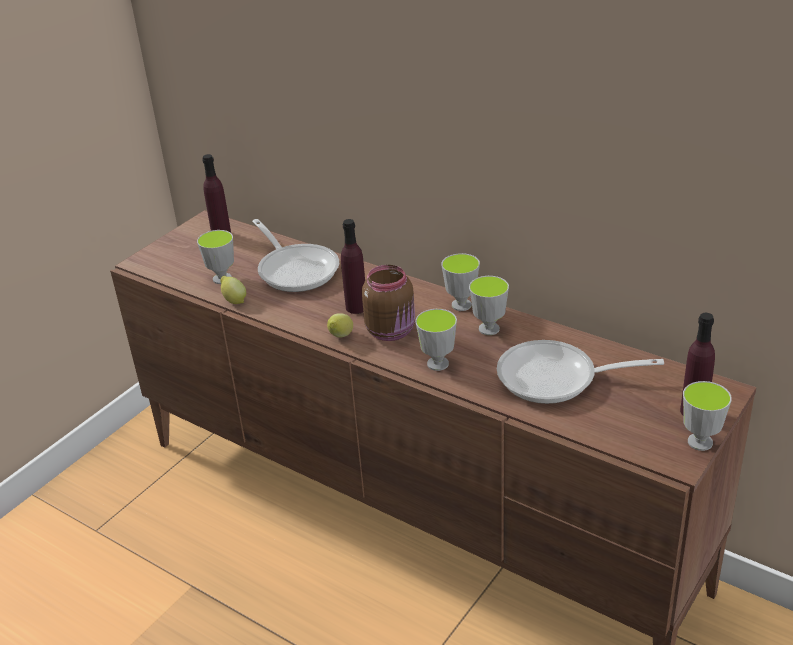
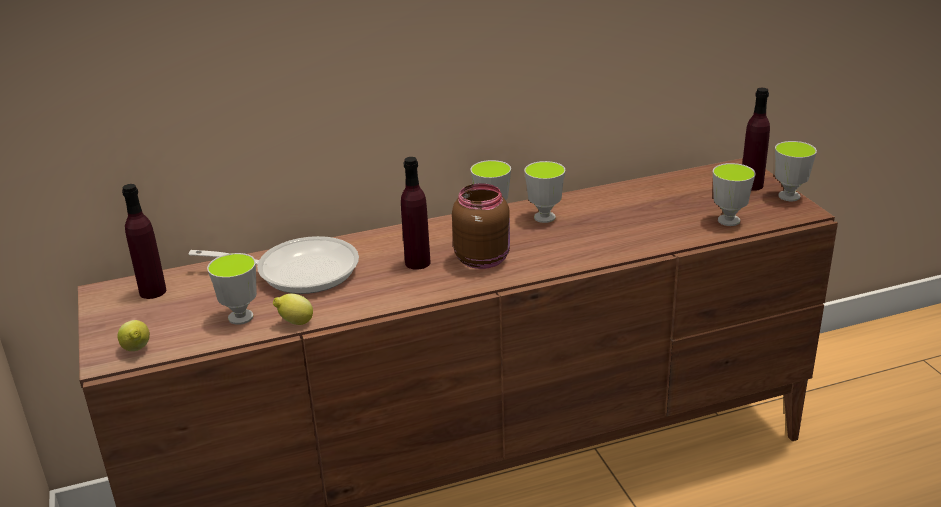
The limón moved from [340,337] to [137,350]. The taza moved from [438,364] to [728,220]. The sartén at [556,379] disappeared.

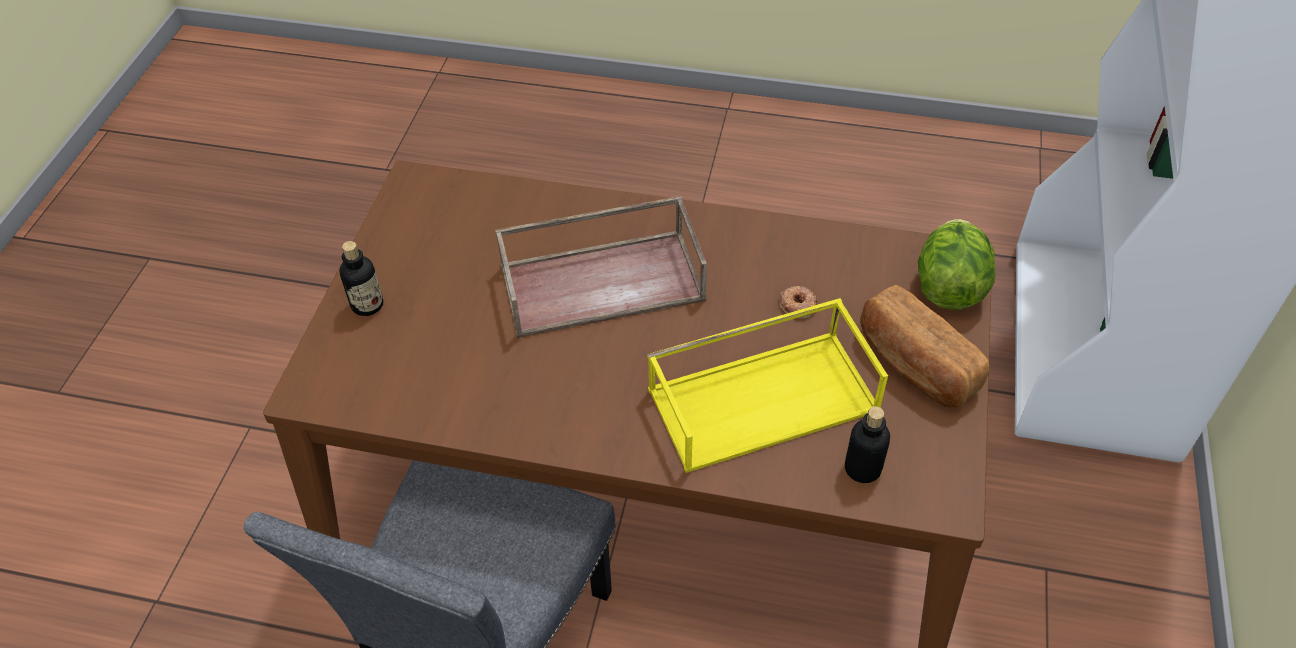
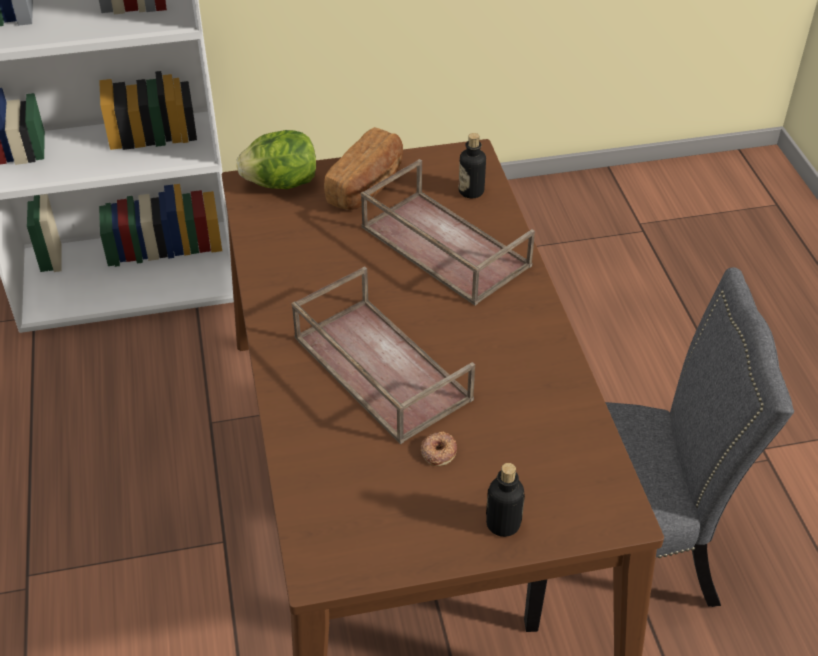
The bandeja (amarillo) at [764,398] became the bandeja (marrón) at [442,246]. The rosquilla moved from [798,304] to [438,451].

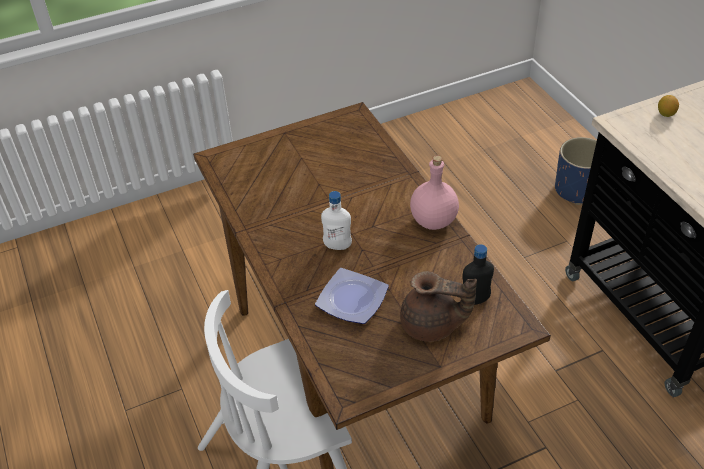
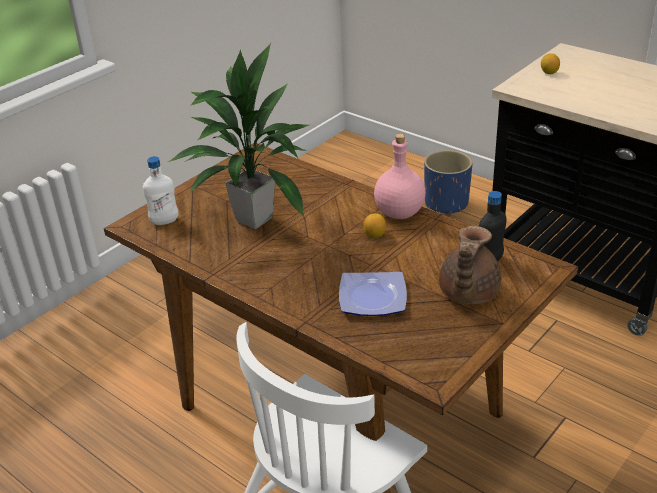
The botella (blanco) moved from [337,246] to [164,221]. The tetera (marrón) at [432,326] turned 120 degrees clockwise. The planta en maceta at [252,220] appeared. The limón at [374,235] appeared.

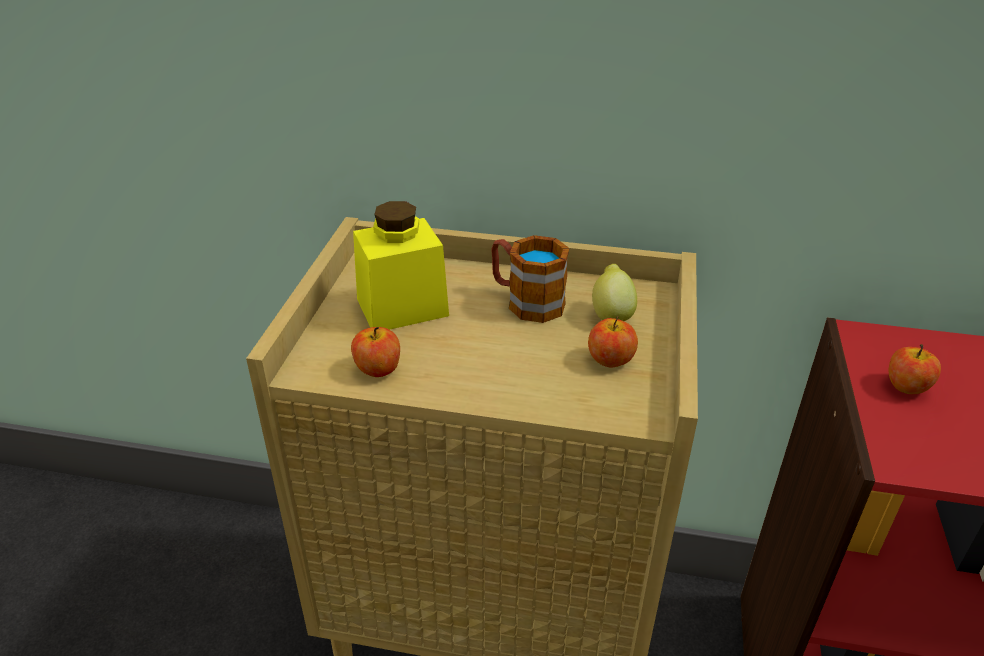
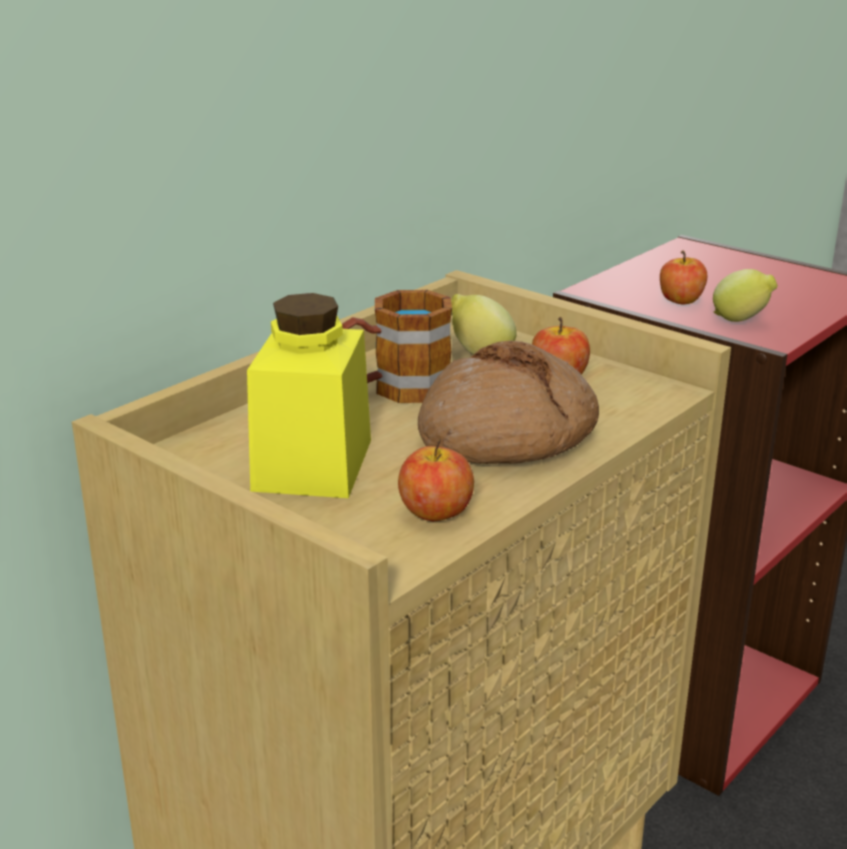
The pan at [507,435] appeared. The limón at [741,321] appeared.

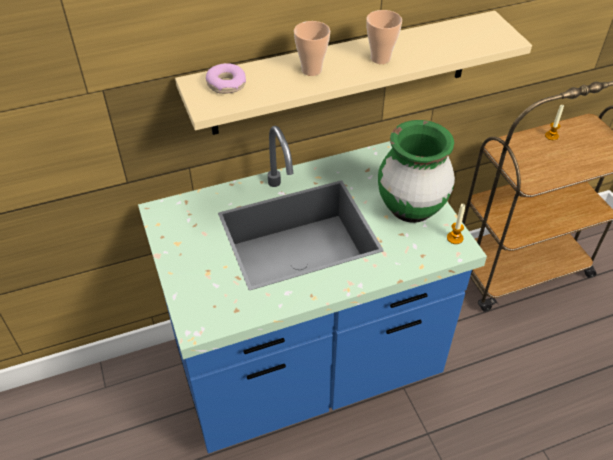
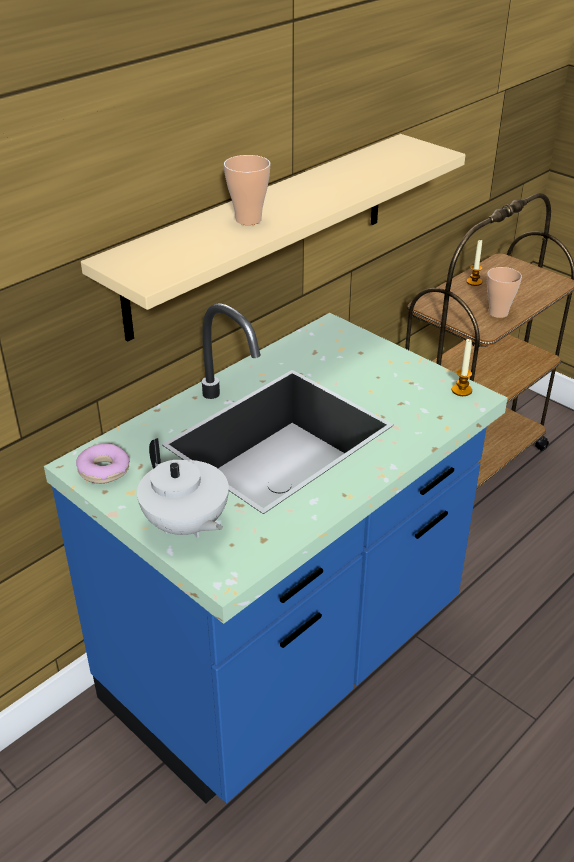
The rosquilla moved from [226,84] to [104,470]. The taza moved from [380,58] to [498,313]. The florero (verde) at [410,208] disappeared. The tetera (blanco) at [186,525] appeared.

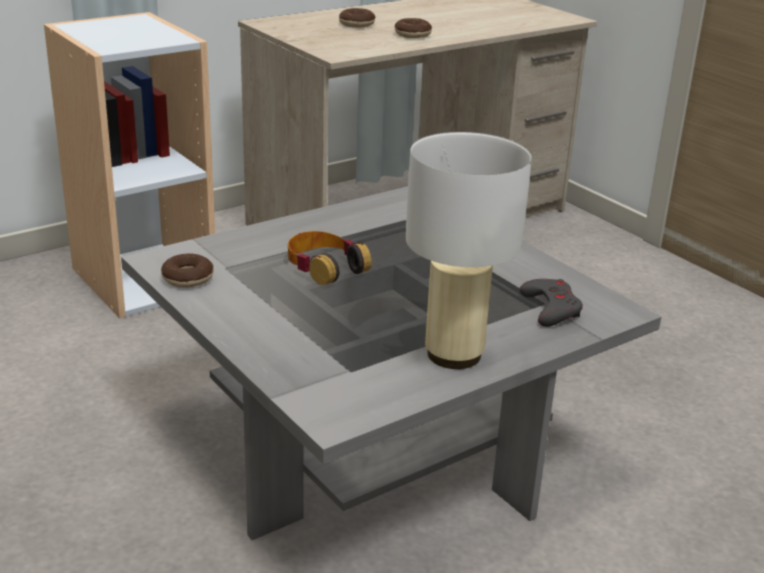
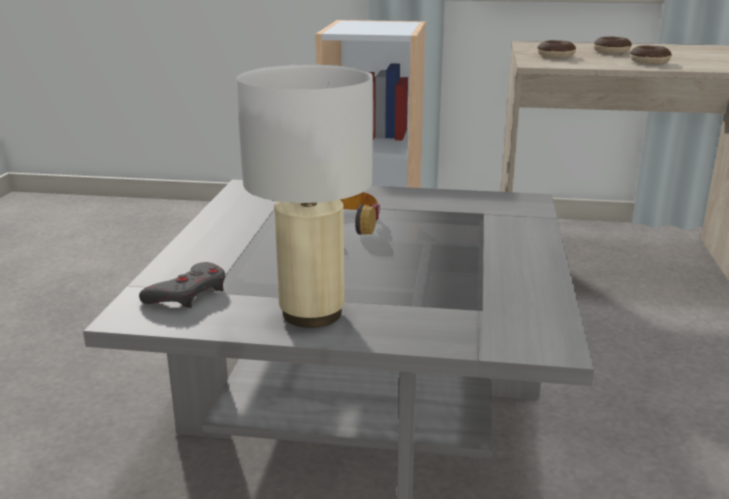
The rosquilla moved from [187,278] to [555,56]. The mando de consola (gris) moved from [551,308] to [188,293].

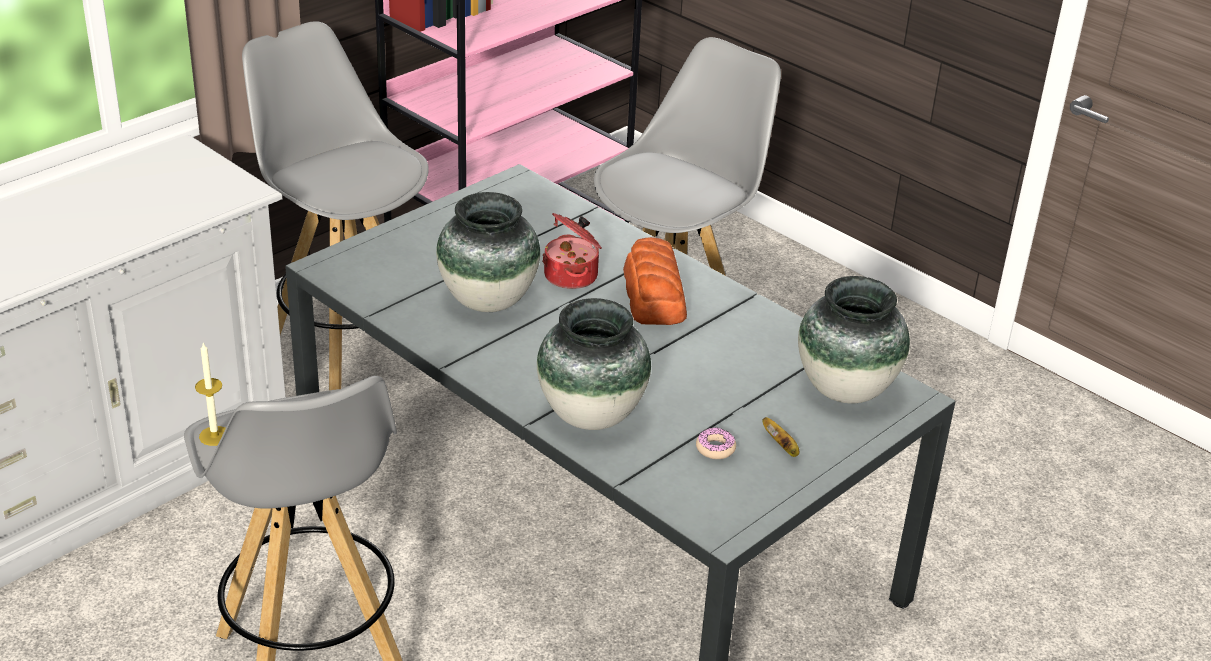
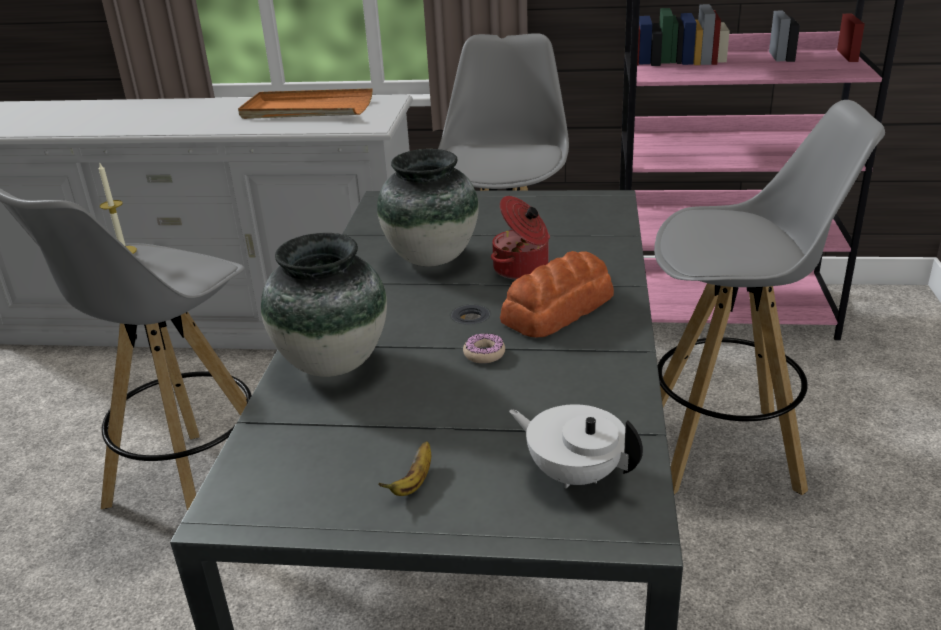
The rosquilla moved from [715,448] to [484,354]. The florero at [844,389] was replaced by the tetera (blanco) at [574,473]. The bandeja (naranja) at [306,109] appeared.

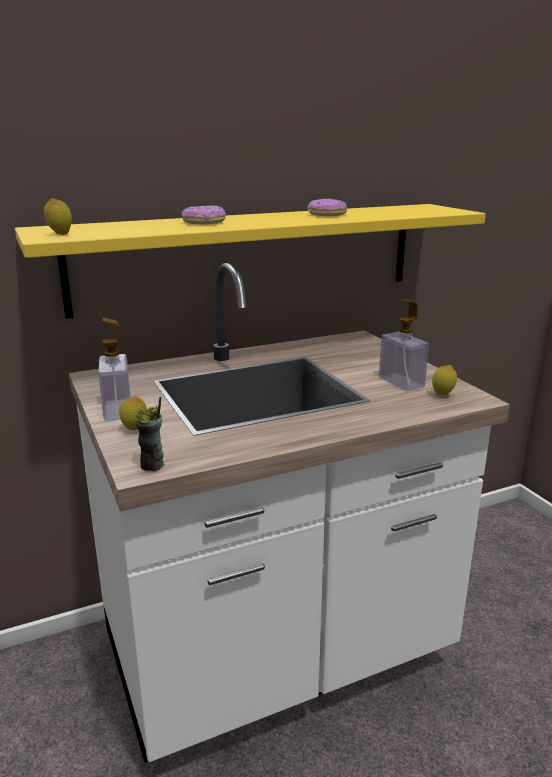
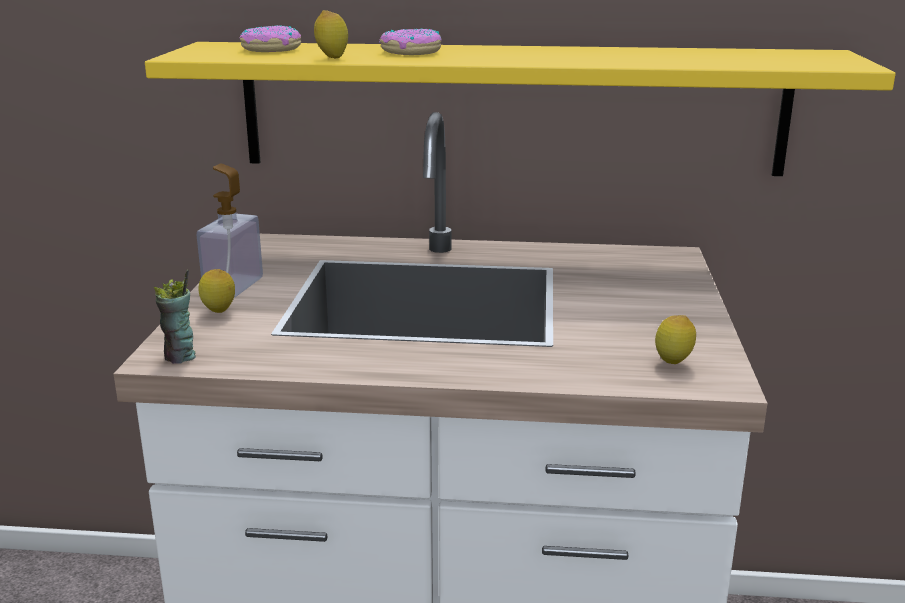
The limón moved from [60,234] to [332,58]. The rosquilla moved from [327,214] to [271,49]. The dispensador de jabón at [401,382] disappeared.

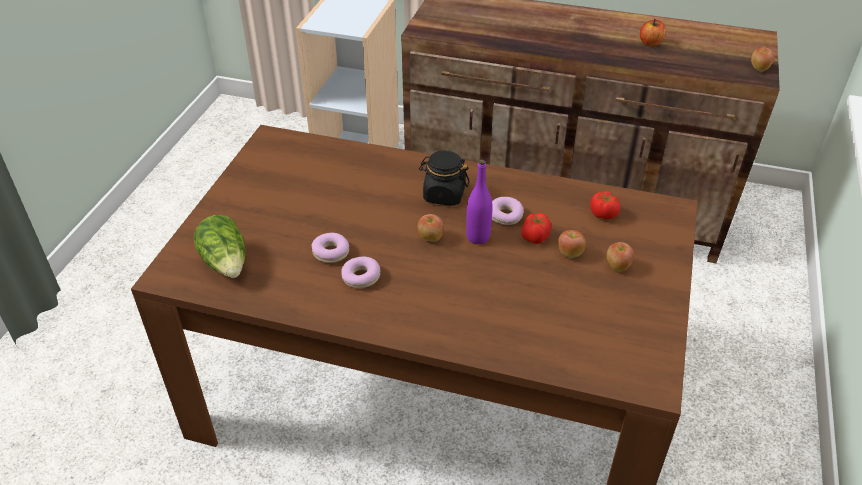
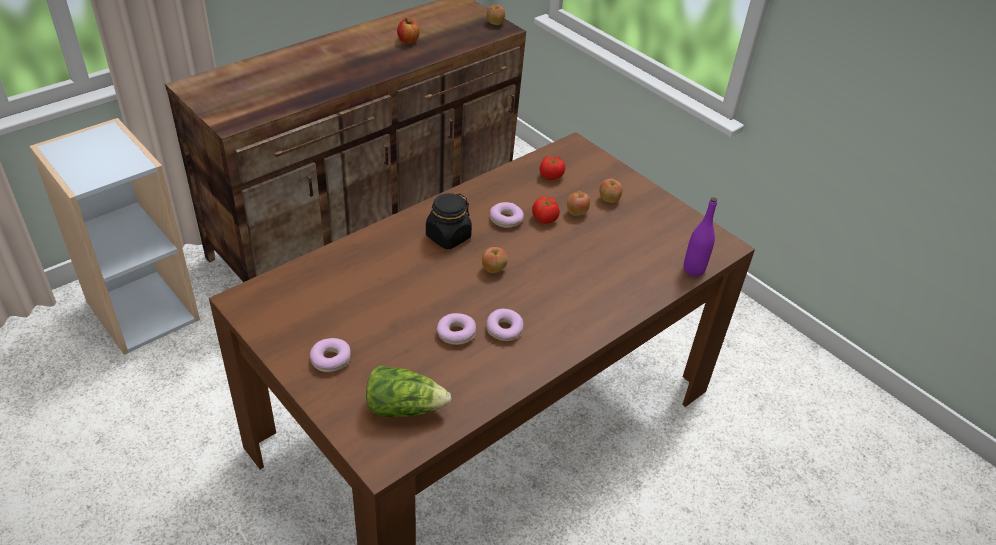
The botella (morado) moved from [478,237] to [693,269]. The rosquilla at [331,359] appeared.

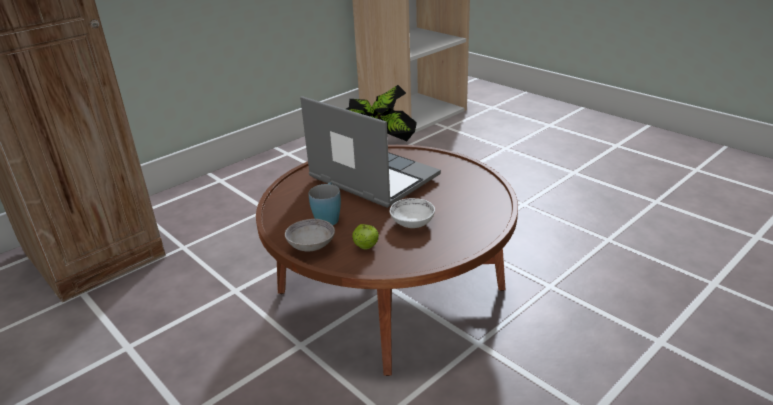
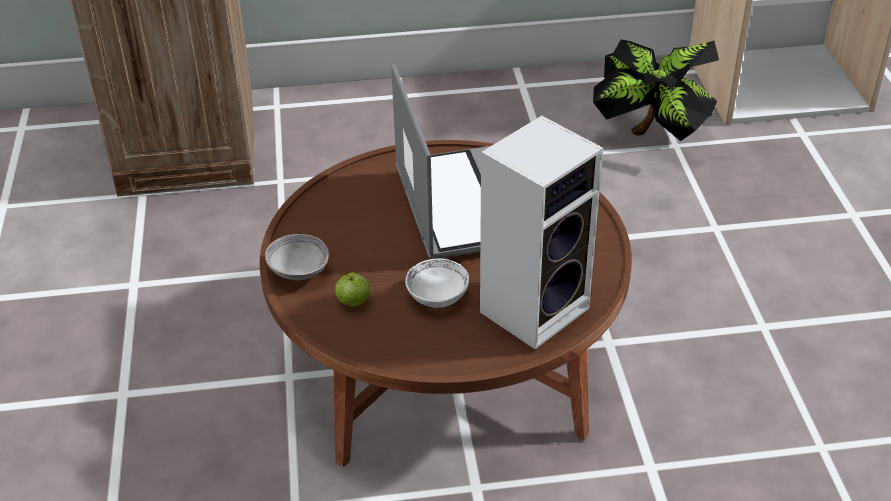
The taza grande (azul) at [328,217] disappeared. The altavoz at [535,307] appeared.

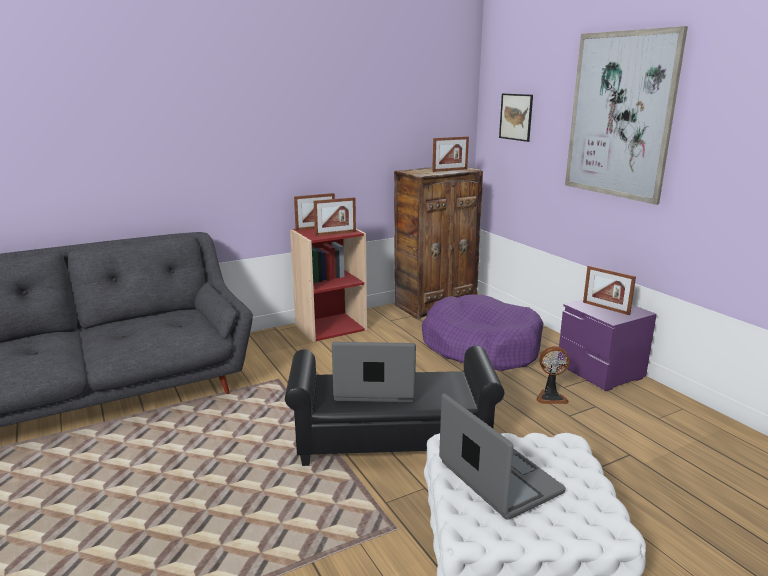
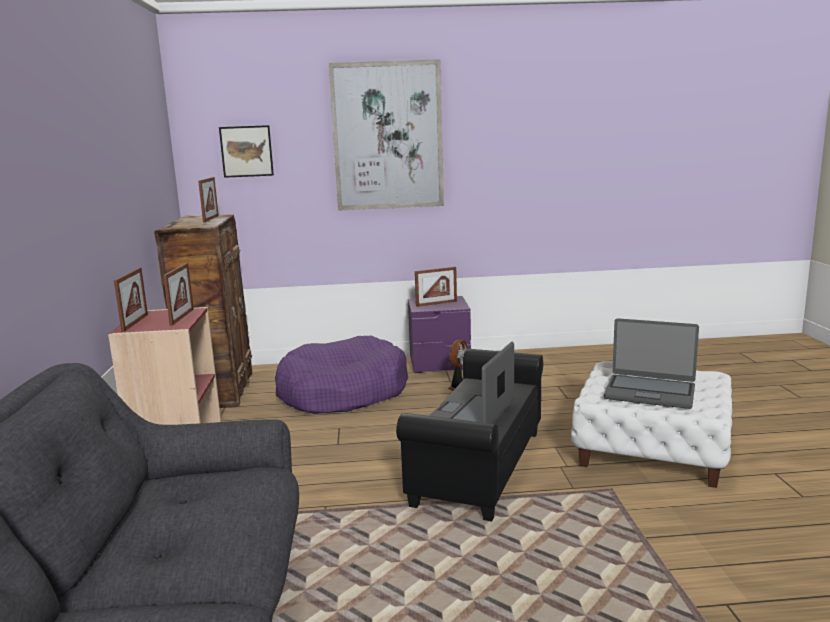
The portátil at [498,478] turned 150 degrees counterclockwise.

